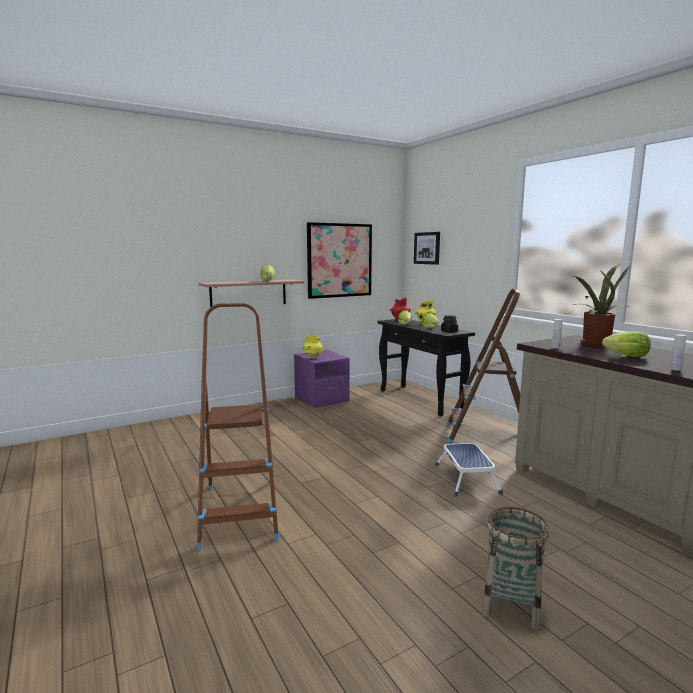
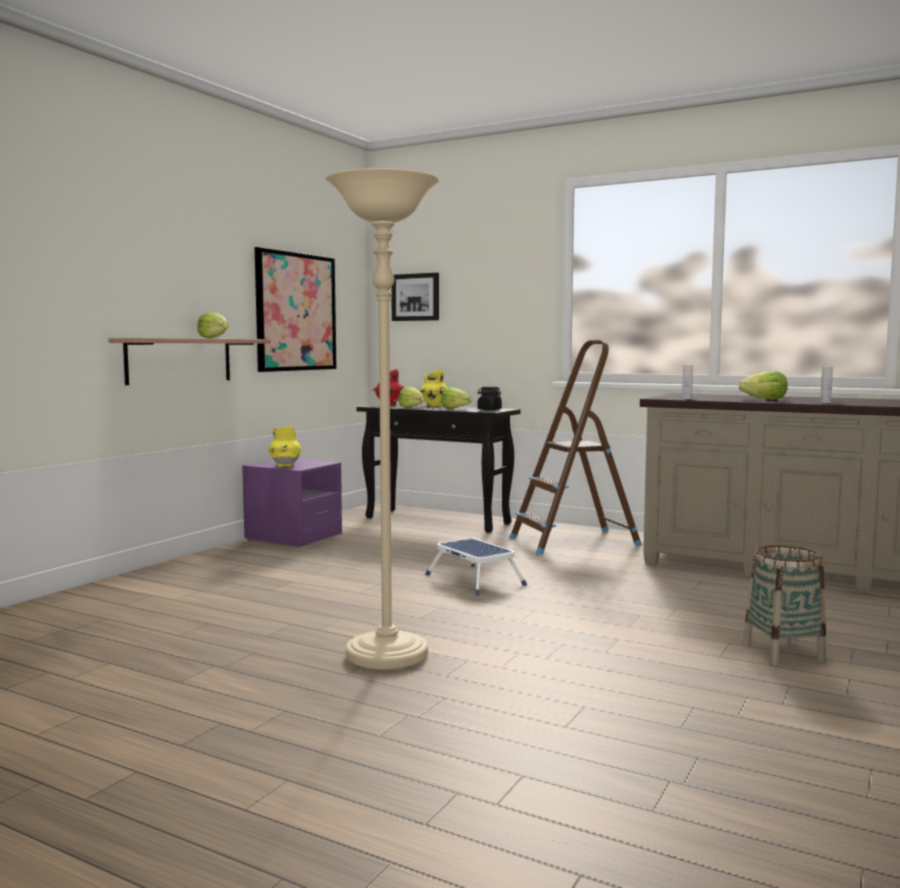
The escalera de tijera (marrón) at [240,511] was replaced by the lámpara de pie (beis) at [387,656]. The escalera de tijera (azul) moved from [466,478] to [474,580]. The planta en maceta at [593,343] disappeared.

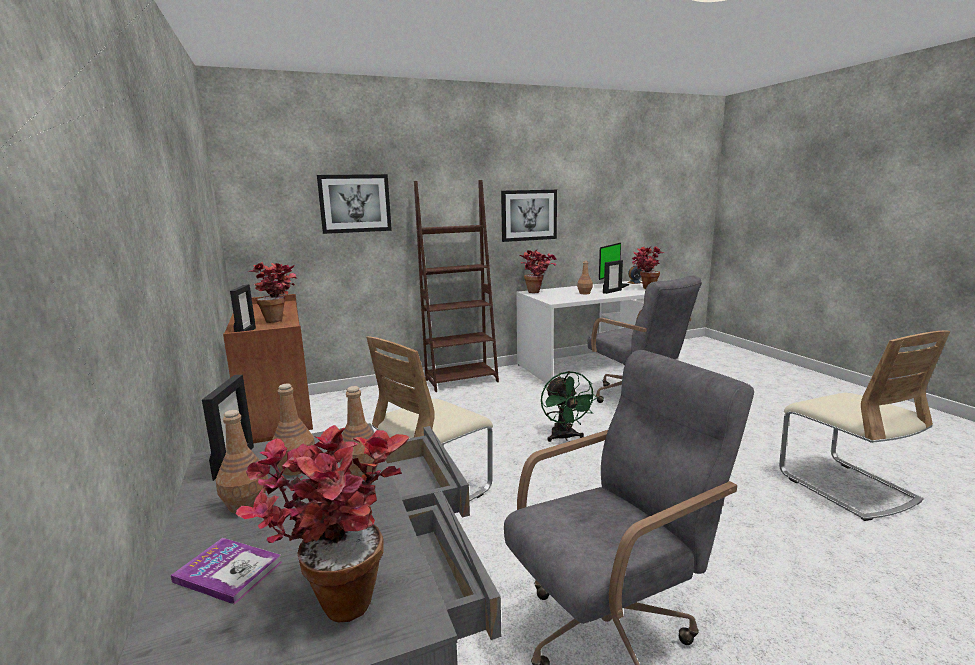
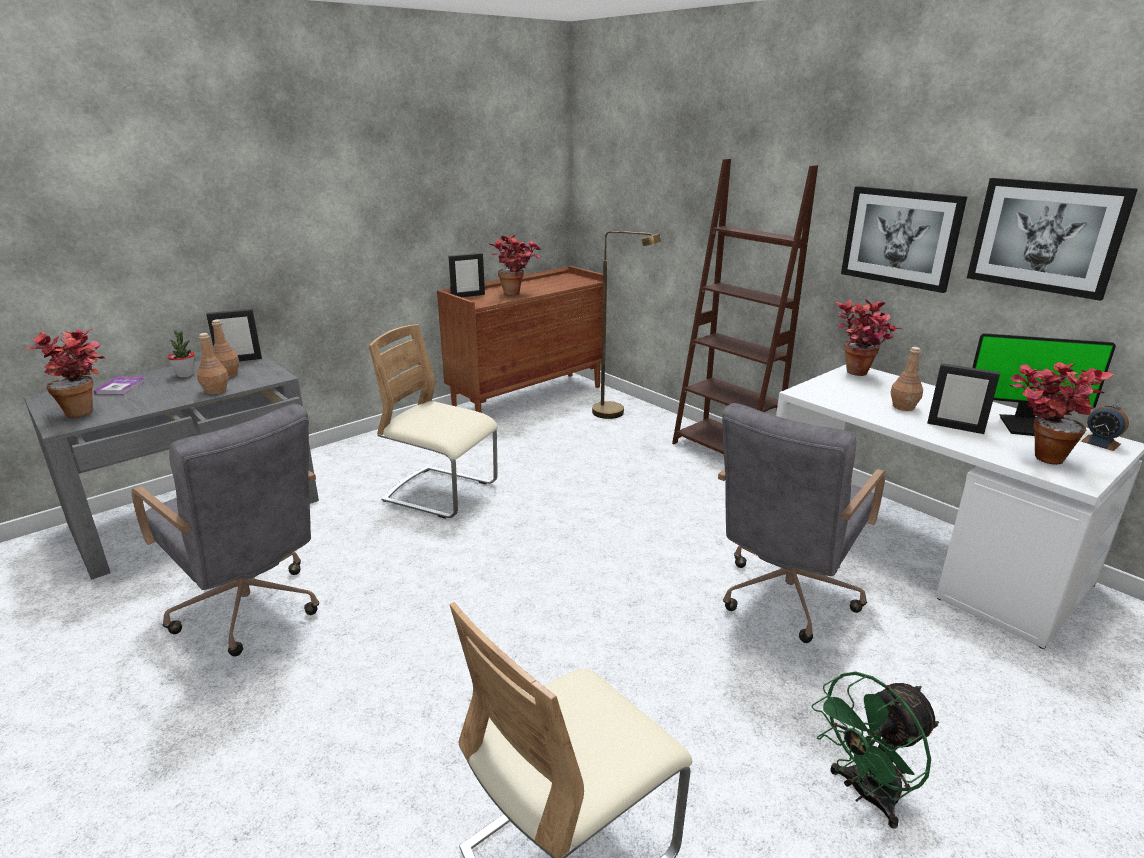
The botella (marrón) at [246,504] was replaced by the planta en maceta at [185,375]. The cuadro moved from [355,203] to [1046,236]. The ventilador (verde) moved from [564,437] to [866,794]. The lámpara de pie (marrón) at [617,413] appeared.

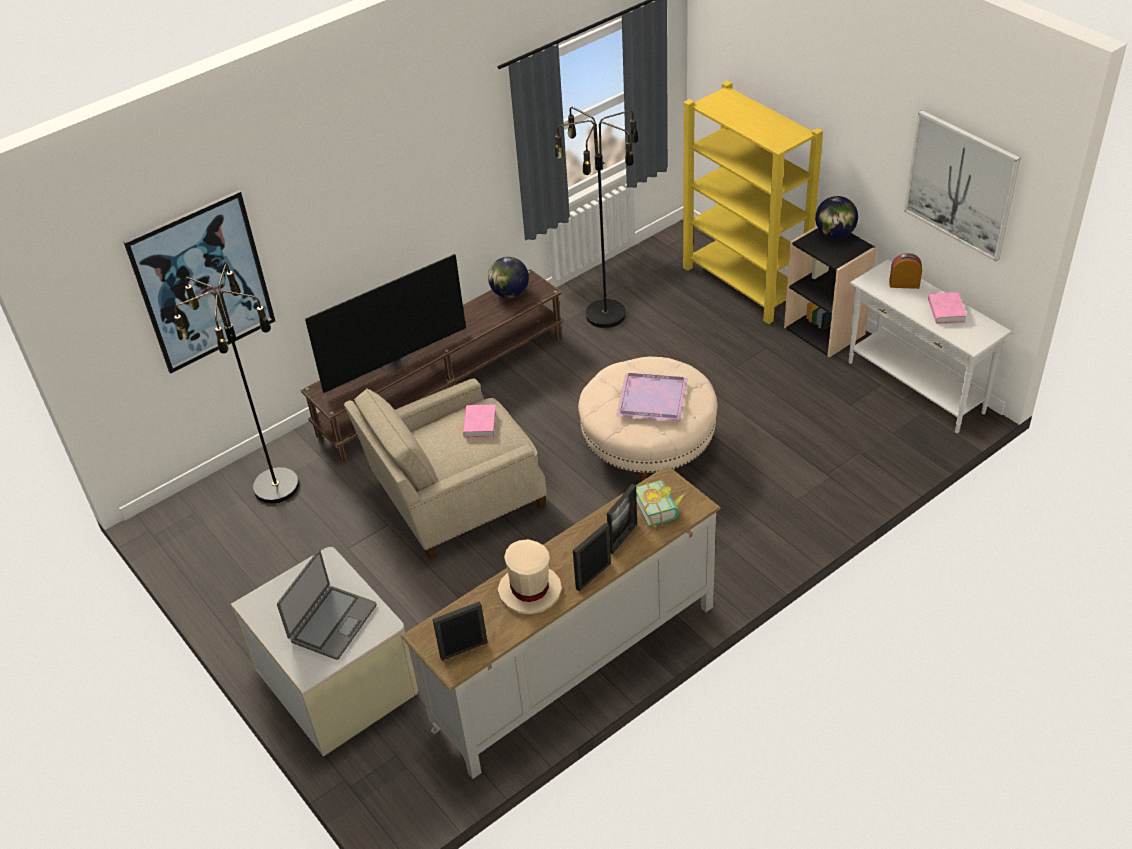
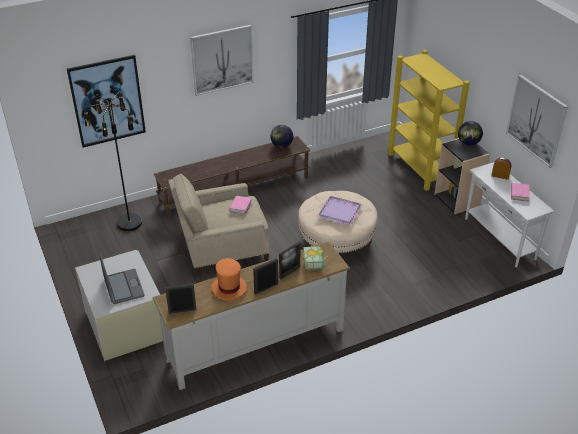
The portátil at [332,623] turned 60 degrees counterclockwise. The televisor at [393,359] disappeared. The sombrero (beis) at [529,591] became the sombrero (naranja) at [229,289]. The lámpara de pie at [605,315] disappeared. The cuadro at [222,60] appeared.

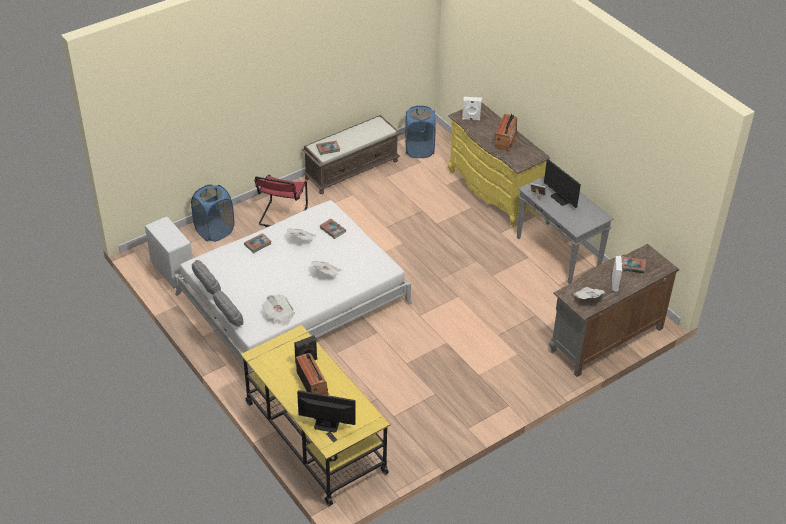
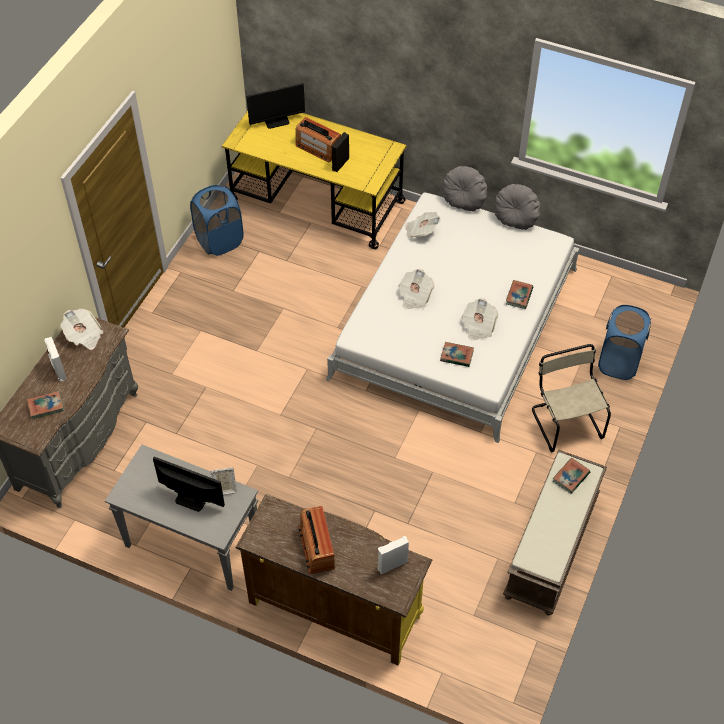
The mesita de noche (blanco) at [174,272] disappeared. The silla (rojo) at [282,217] became the silla (beis) at [565,421]. The cesto de la ropa (azul) moved from [419,150] to [219,241].

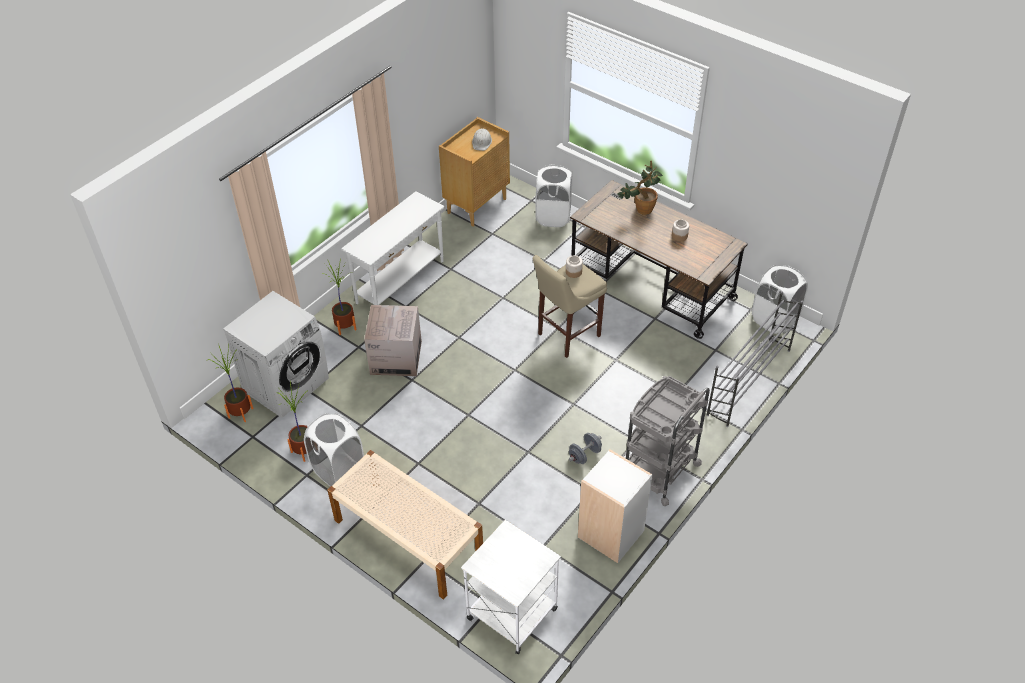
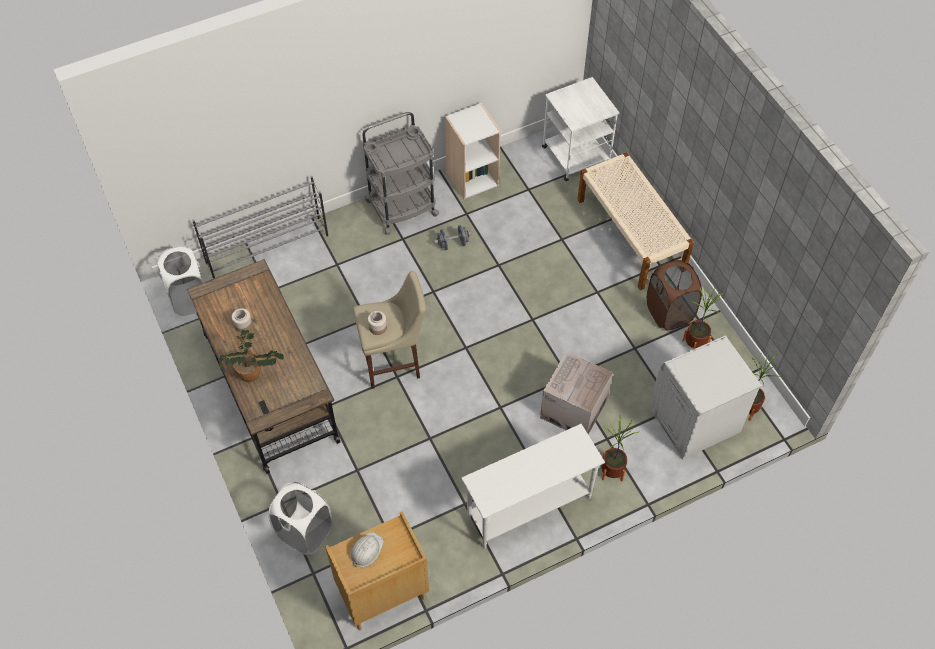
The cesto de la ropa (blanco) at [338,470] became the cesto de la ropa (marrón) at [669,312].

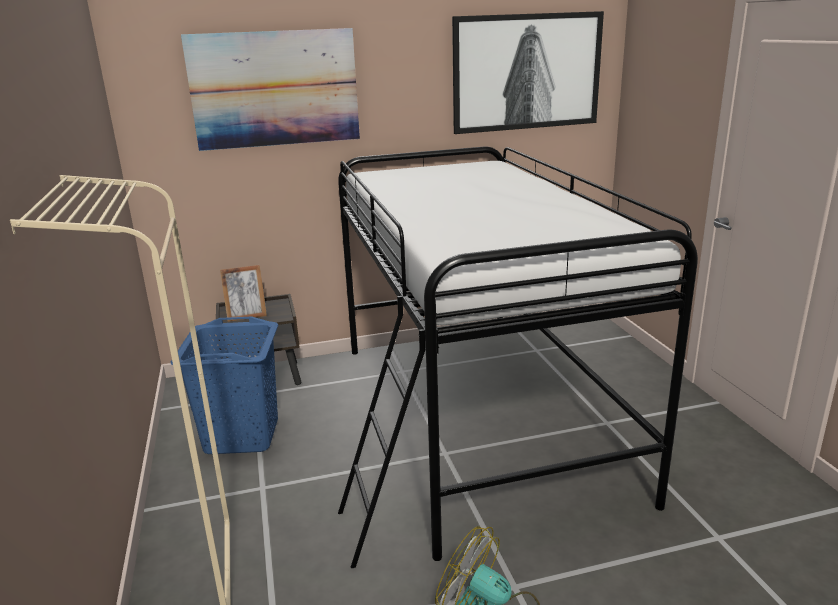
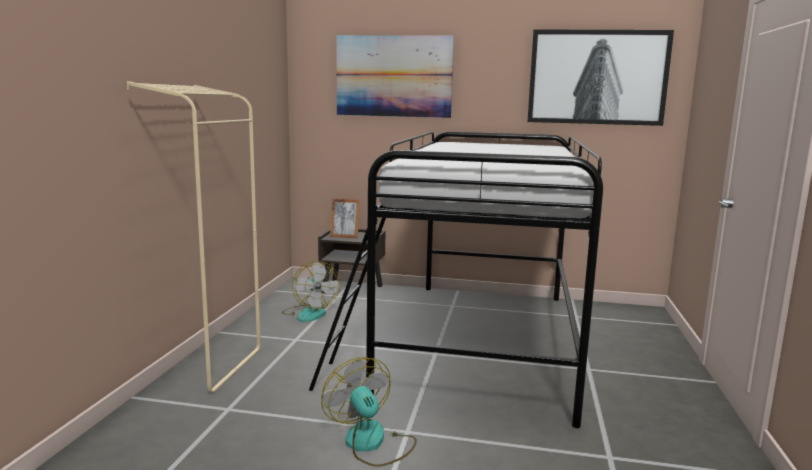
The cesto de la ropa (azul) at [242,435] was replaced by the ventilador at [310,313].

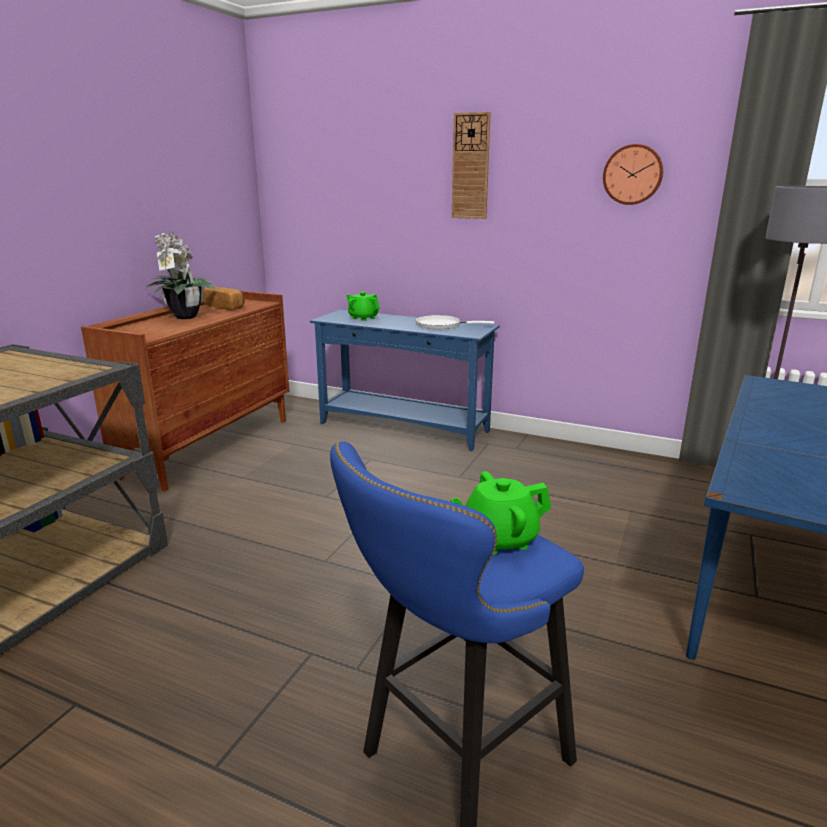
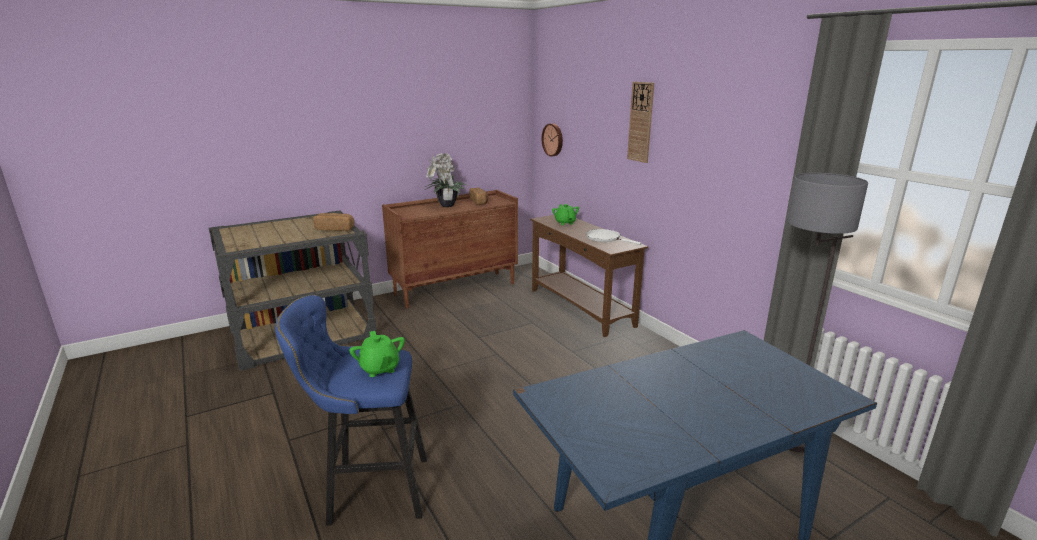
The mesa consola (azul) at [404,427] became the mesa consola (marrón) at [581,307]. The tetera (verde) at [499,539] turned 135 degrees counterclockwise. The reloj de pared moved from [633,174] to [553,139]. The pan at [335,229] appeared.

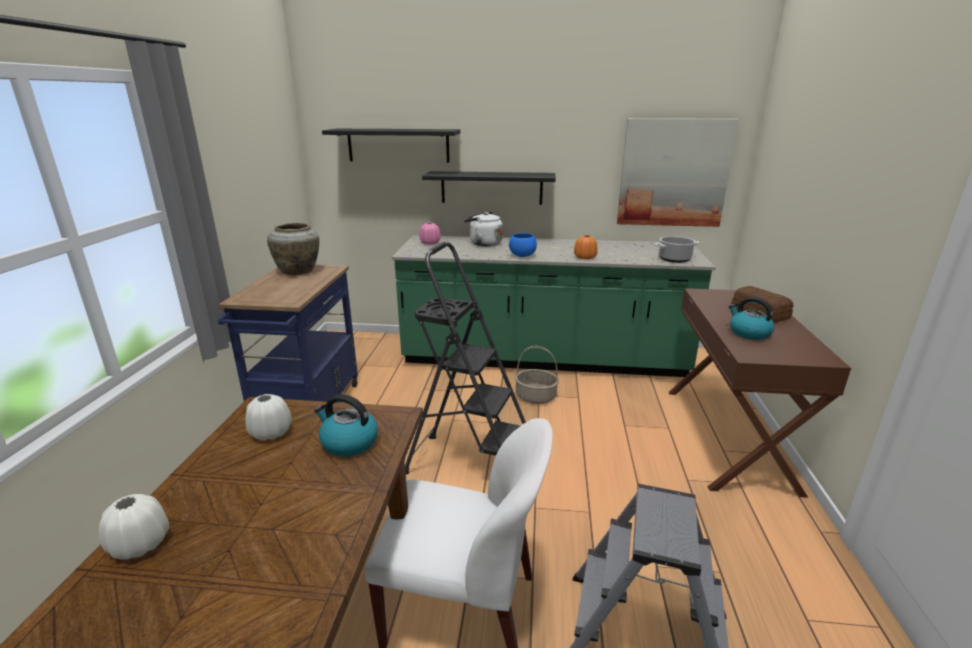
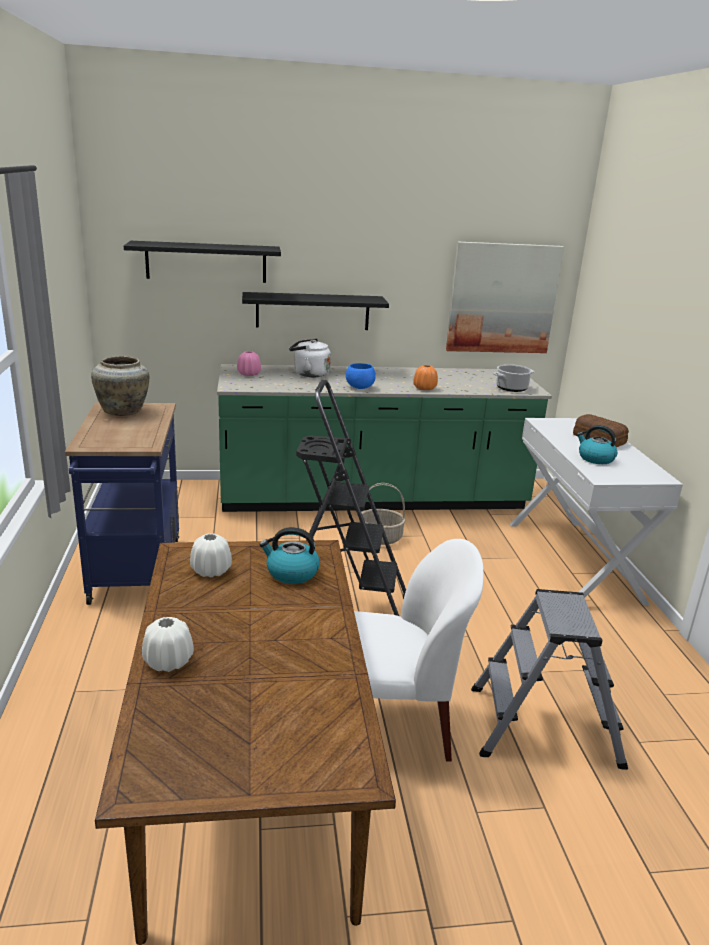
The mesa consola (marrón) at [728,437] became the mesa consola (blanco) at [574,561].

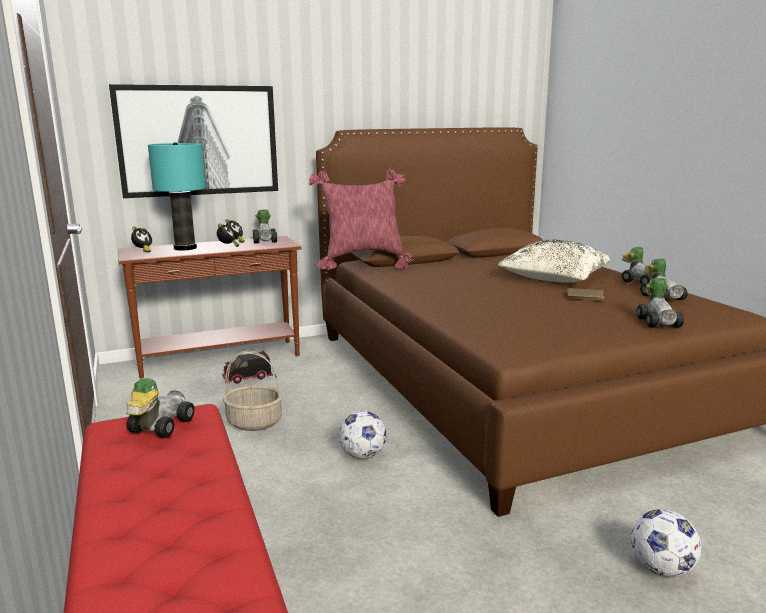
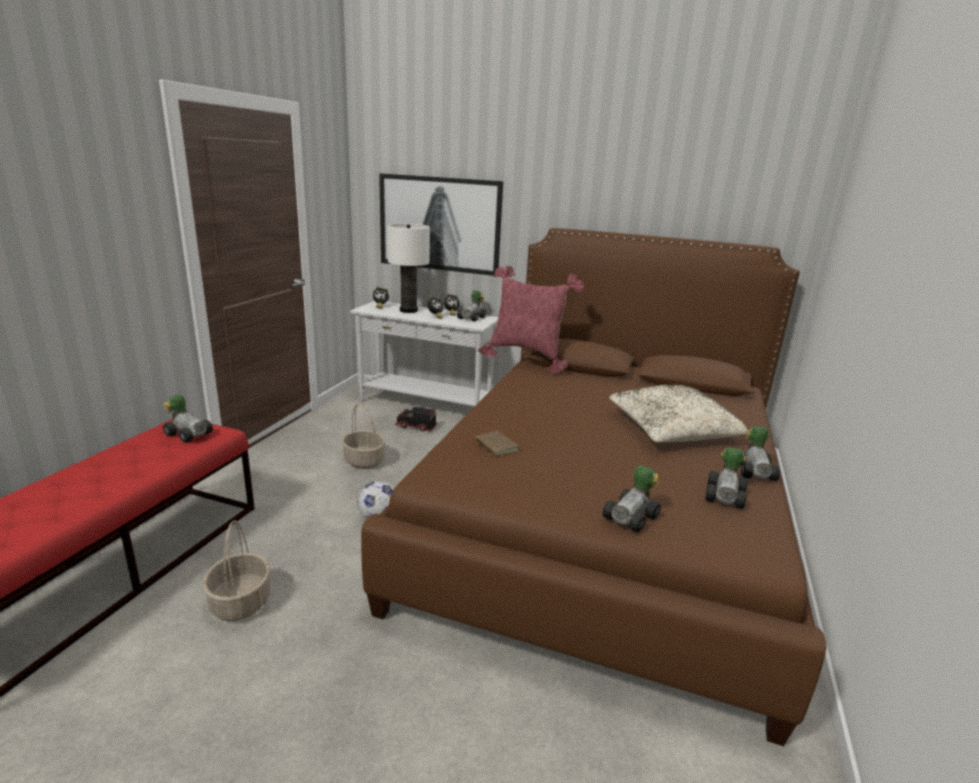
The mesa consola (marrón) at [220,358] became the mesa consola (blanco) at [426,405]. The coche de juguete at [158,428] turned 60 degrees clockwise. The lámpara de mesa (turquesa) at [185,248] became the lámpara de mesa (blanco) at [408,310]. The libro (marrón) moved from [584,297] to [495,446]. The balón de fútbol at [661,569] disappeared. The cesta at [241,603] appeared.

